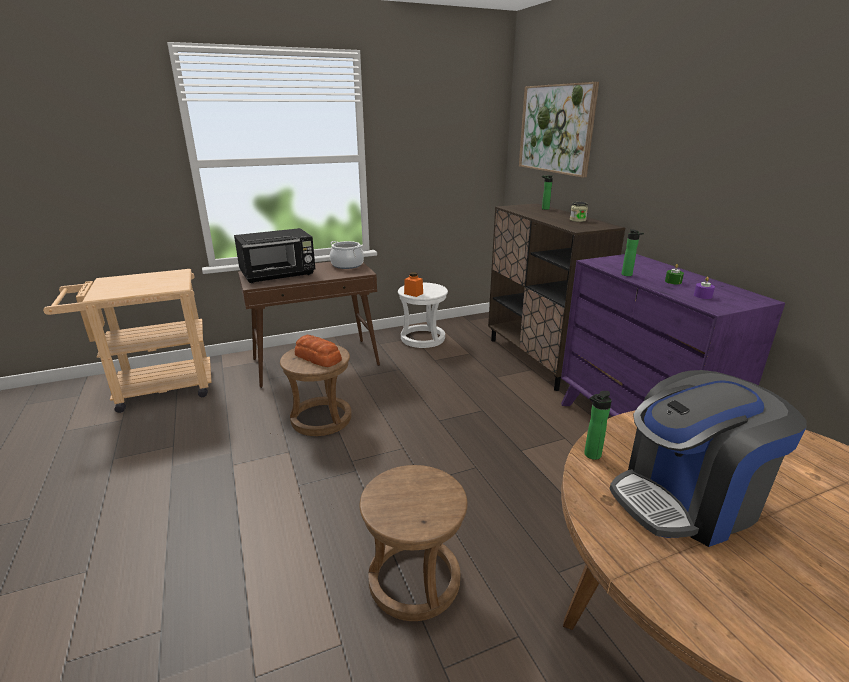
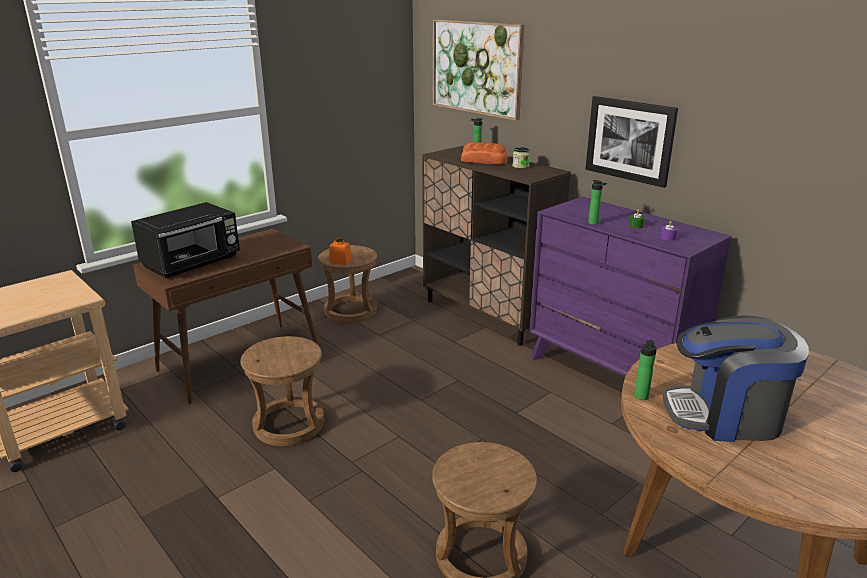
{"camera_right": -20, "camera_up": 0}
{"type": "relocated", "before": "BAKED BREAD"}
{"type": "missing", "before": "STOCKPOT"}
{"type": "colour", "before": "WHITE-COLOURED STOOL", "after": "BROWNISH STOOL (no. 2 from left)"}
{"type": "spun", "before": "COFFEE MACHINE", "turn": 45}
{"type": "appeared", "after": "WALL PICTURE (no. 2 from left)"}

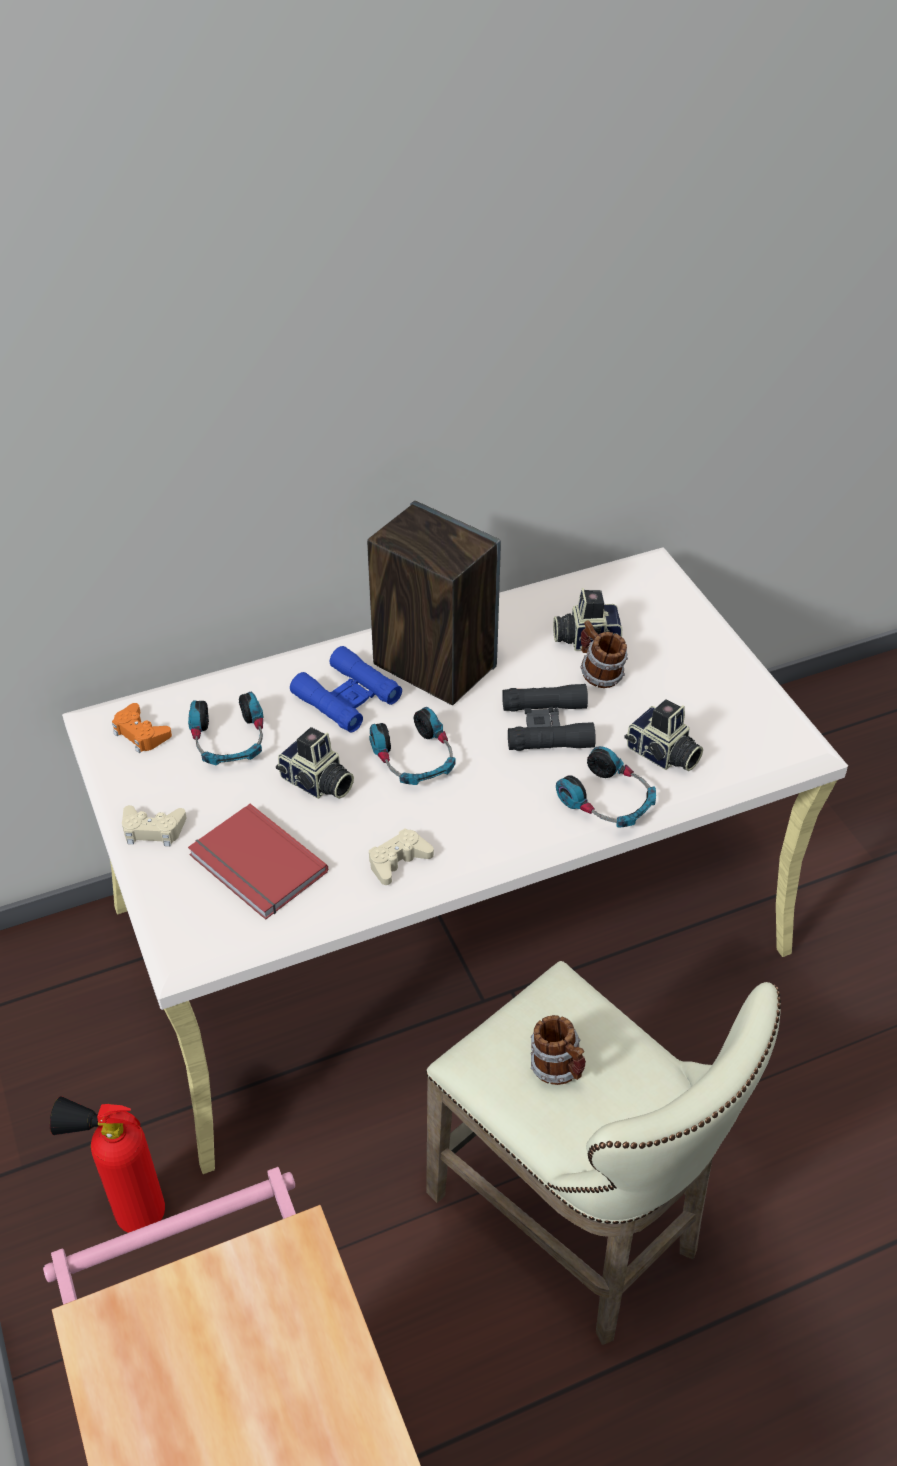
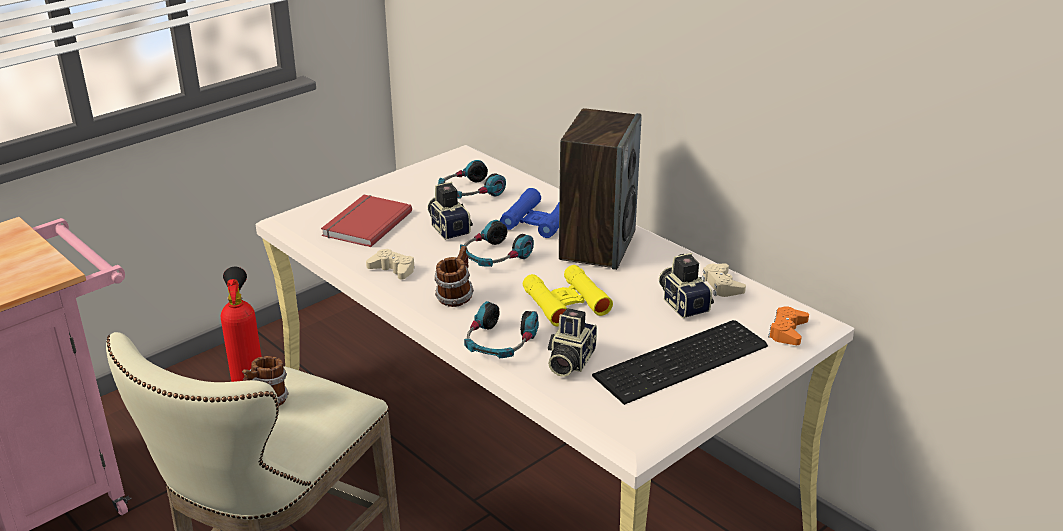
{"camera_right": 70, "camera_up": -15}
{"type": "relocated", "before": "ORANGE-COLOURED GAMEPAD"}
{"type": "relocated", "before": "SAND-COLOURED GAMEPAD (no. 1 from left in the first image)", "after": "SAND-COLOURED GAMEPAD (no. 2 from left)"}
{"type": "spun", "before": "STILL CAMERA (no. 1 from left)", "turn": 135}
{"type": "colour", "before": "BLACKISH FIELD GLASSES", "after": "YELLOW-COLOURED FIELD GLASSES"}
{"type": "relocated", "before": "TEA MUG (no. 2 from left)"}
{"type": "appeared", "after": "COMPUTER KEYBOARD"}

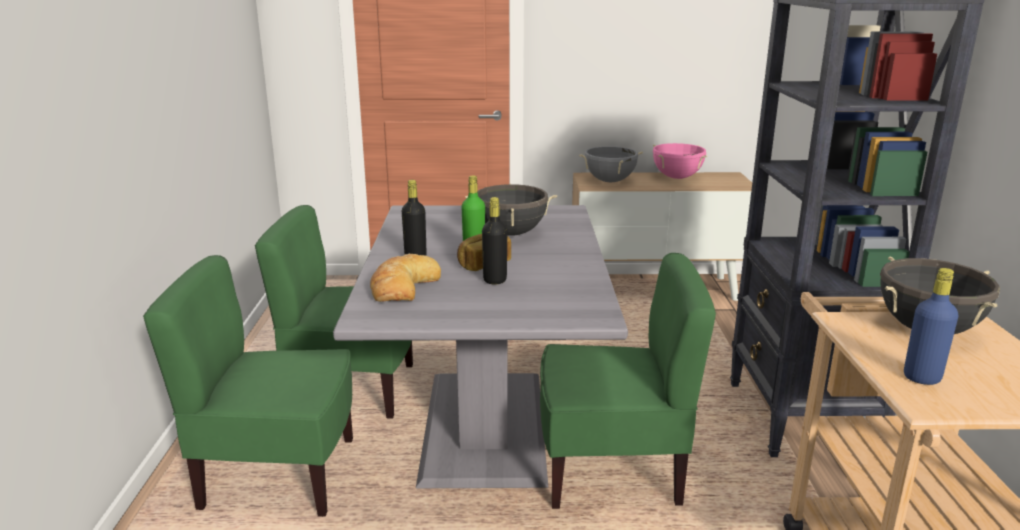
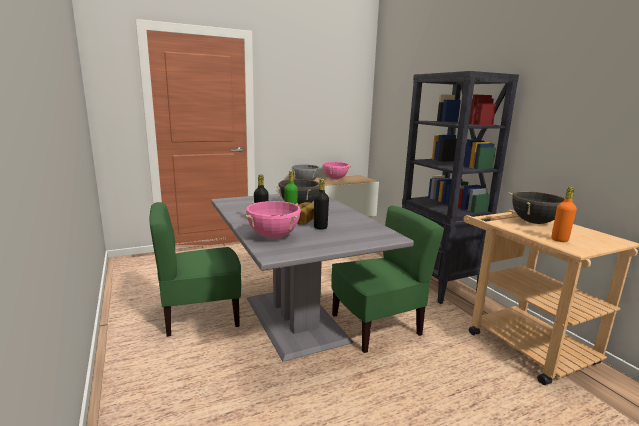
{"camera_right": -25, "camera_up": -5}
{"type": "missing", "before": "GREEN UPRIGHT CHAIR (no. 1 from left)"}
{"type": "exchanged", "before": "BAKED BREAD (no. 1 from left)", "after": "PINKISH STOCKPOT (no. 1 from left)"}
{"type": "colour", "before": "BLUISH BOTTLE", "after": "ORANGE-COLOURED BOTTLE"}

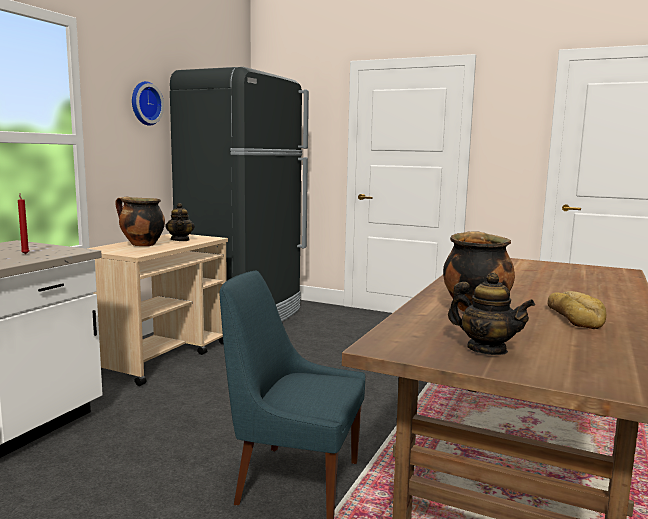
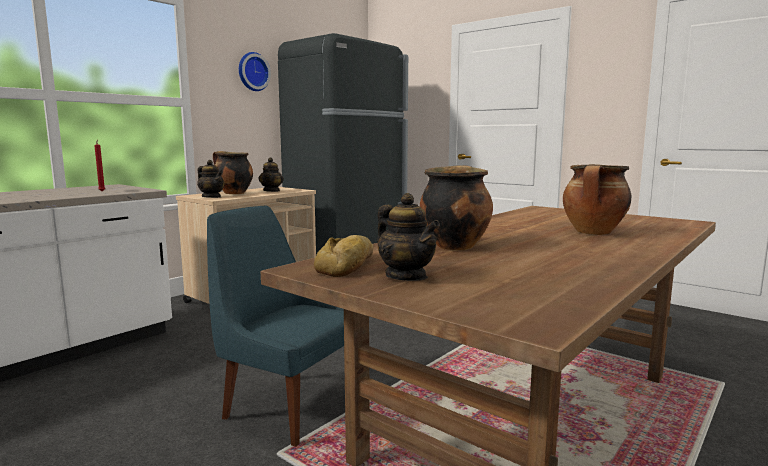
{"camera_right": 15, "camera_up": 0}
{"type": "relocated", "before": "BAKED BREAD"}
{"type": "appeared", "after": "TEAPOT (no. 1 from left)"}
{"type": "appeared", "after": "STOCKPOT (no. 3 from left)"}

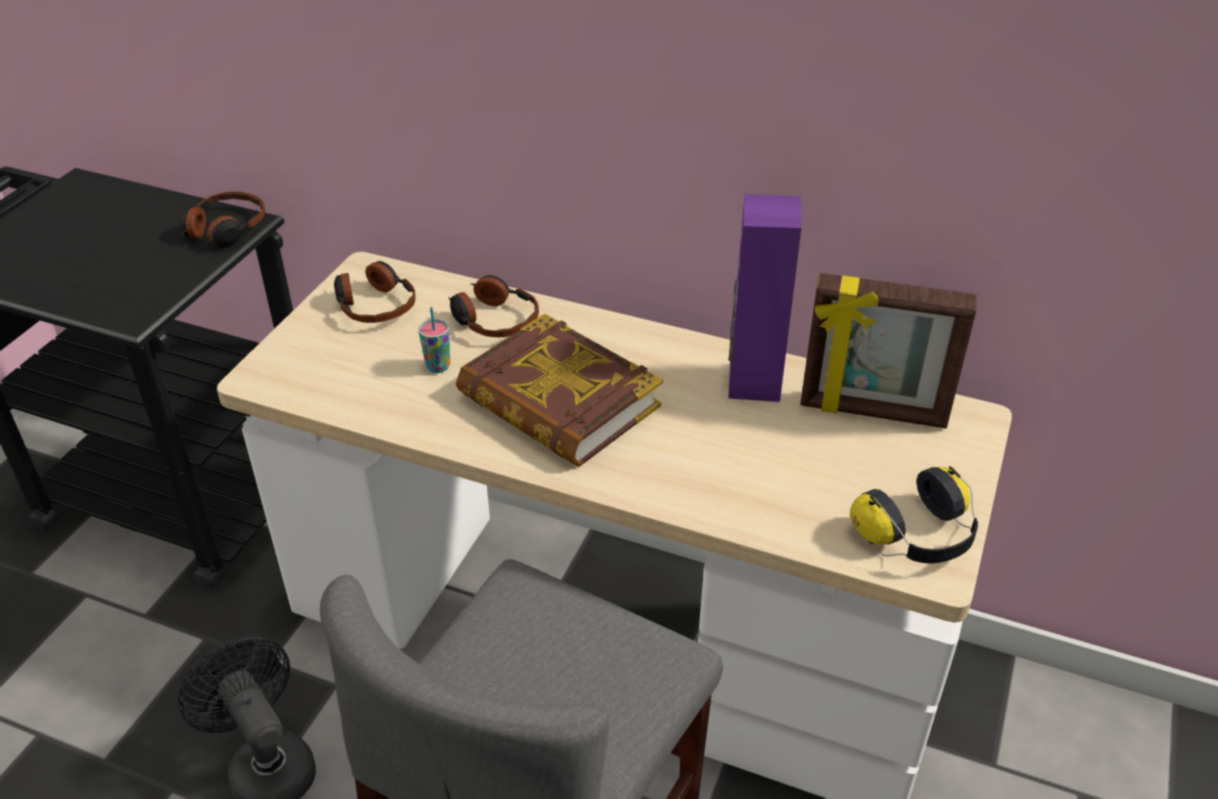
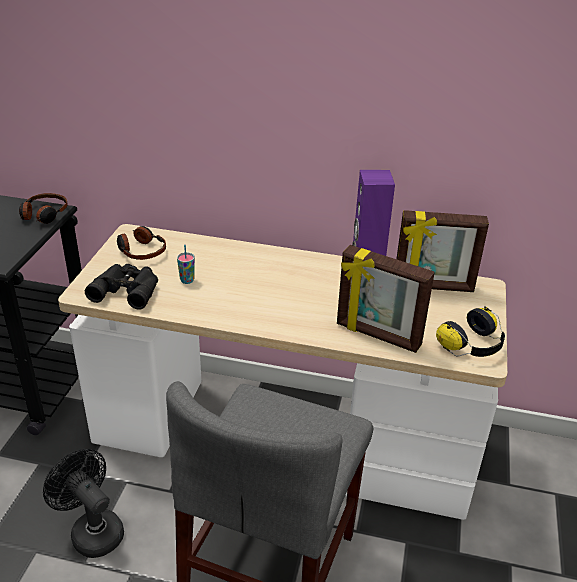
{"camera_right": -10, "camera_up": -5}
{"type": "missing", "before": "PAIR OF HEADPHONES (no. 3 from left)"}
{"type": "missing", "before": "BOOK"}
{"type": "appeared", "after": "BLACKISH FIELD GLASSES"}
{"type": "appeared", "after": "PICTURE FRAME (no. 1 from left)"}

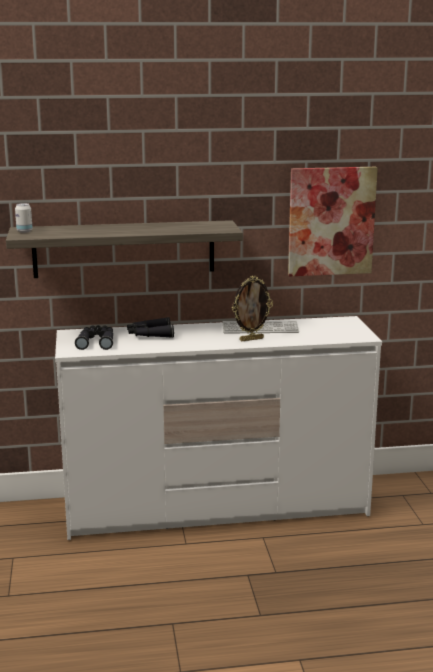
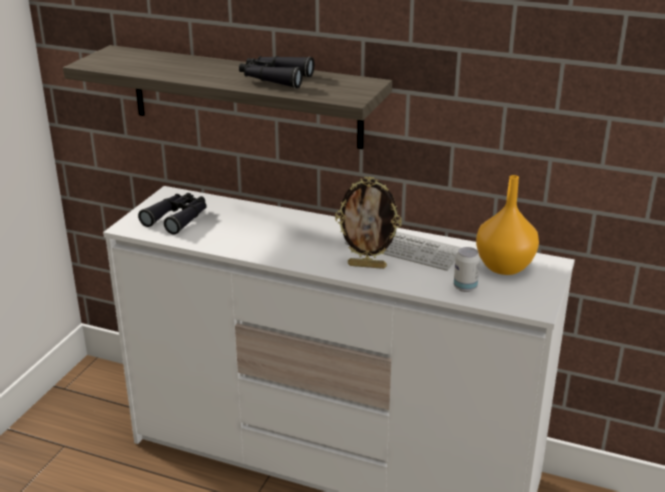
{"camera_right": 30, "camera_up": 10}
{"type": "relocated", "before": "CAN"}
{"type": "relocated", "before": "BLACKISH FIELD GLASSES (no. 2 from left)"}
{"type": "missing", "before": "WALL PICTURE"}
{"type": "appeared", "after": "ORANGE-COLOURED VASE"}

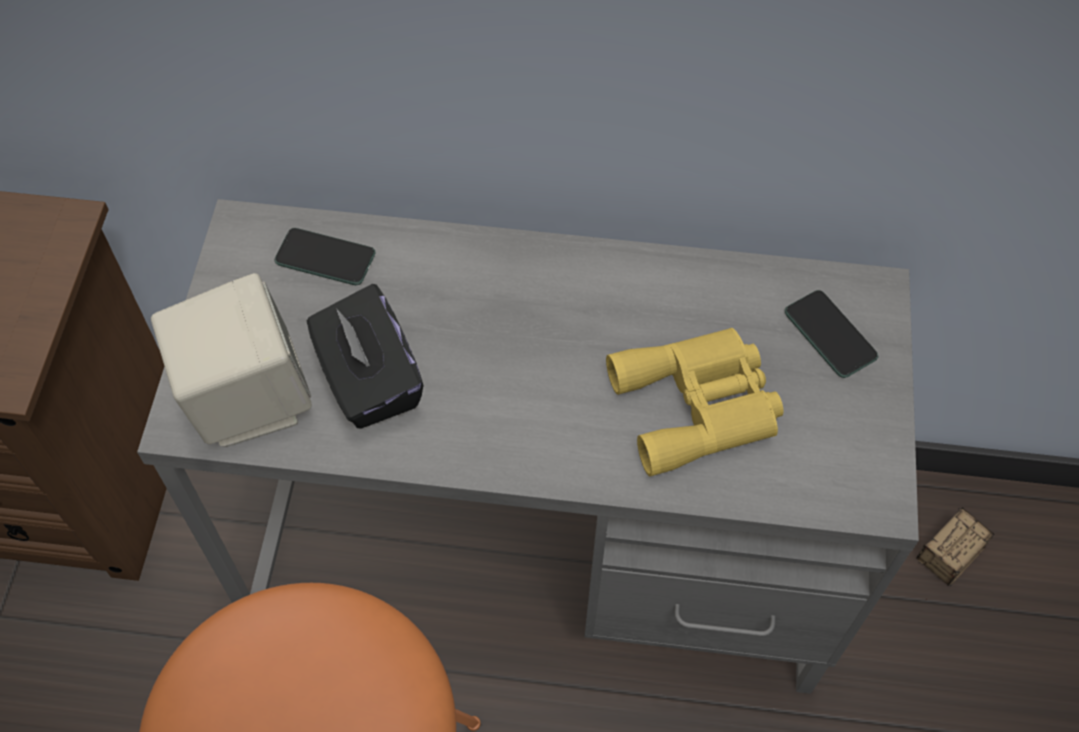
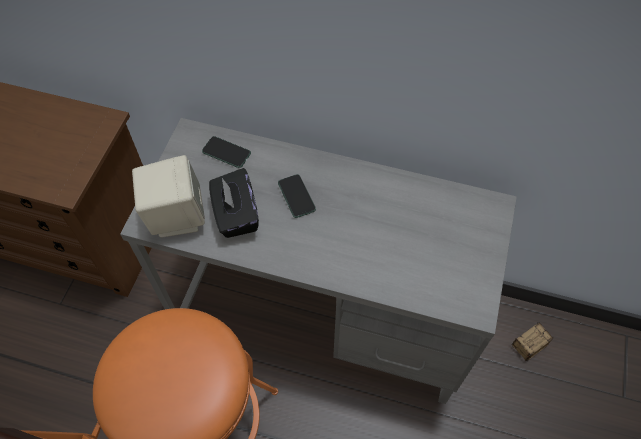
{"camera_right": 10, "camera_up": 0}
{"type": "missing", "before": "YELLOW-COLOURED FIELD GLASSES"}
{"type": "relocated", "before": "TELEPHONE (no. 2 from left)"}

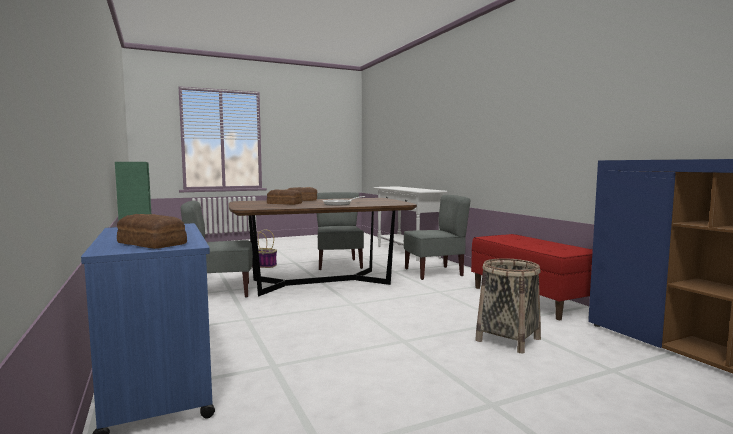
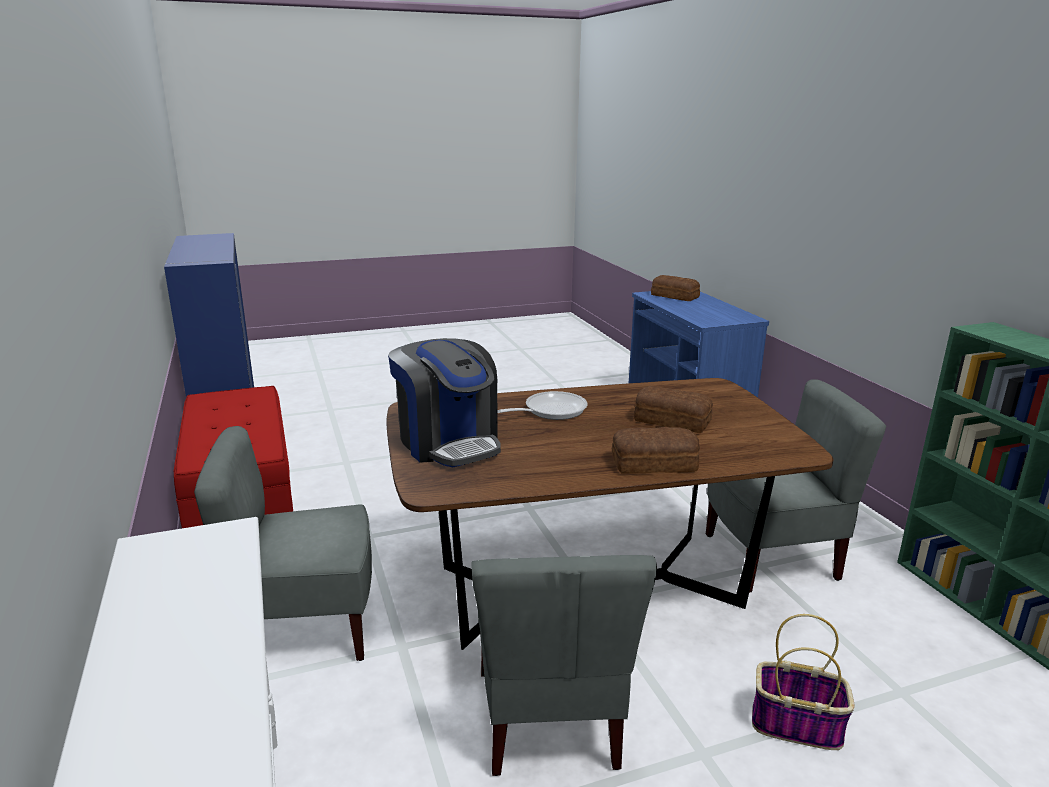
{"camera_right": -175, "camera_up": 15}
{"type": "missing", "before": "BASKET (no. 2 from left)"}
{"type": "appeared", "after": "COFFEE MACHINE"}

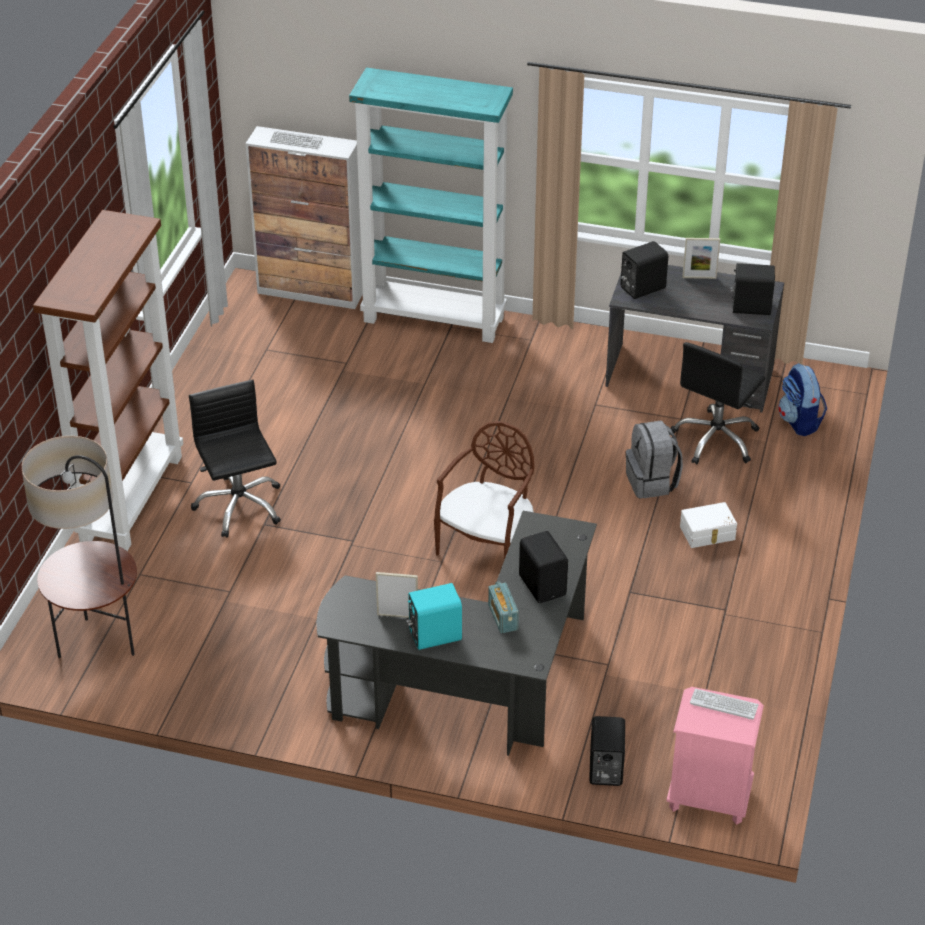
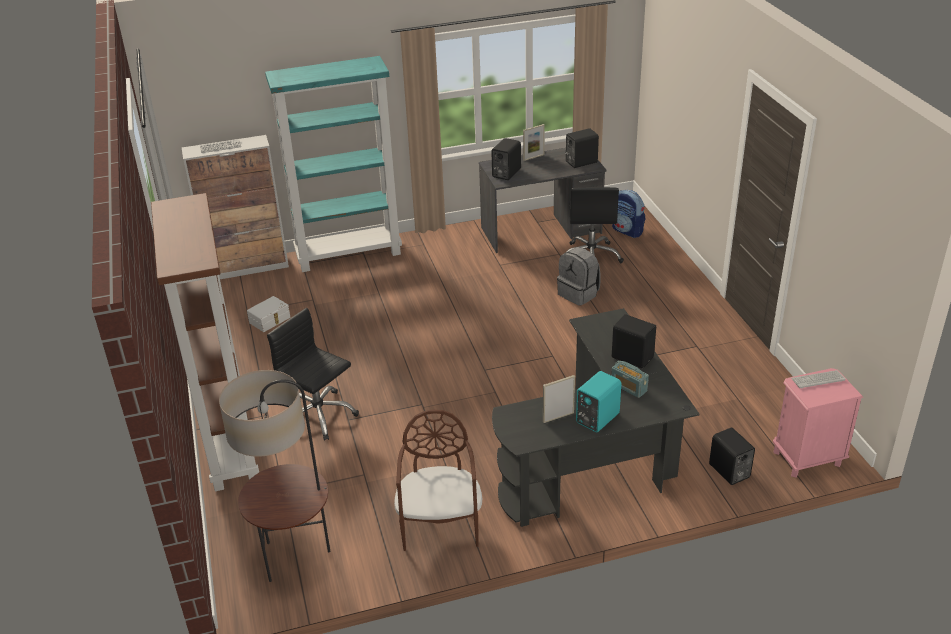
{"camera_right": -30, "camera_up": -5}
{"type": "relocated", "before": "BROWNISH UPRIGHT CHAIR"}
{"type": "relocated", "before": "WHITE-COLOURED STORAGE BIN"}

